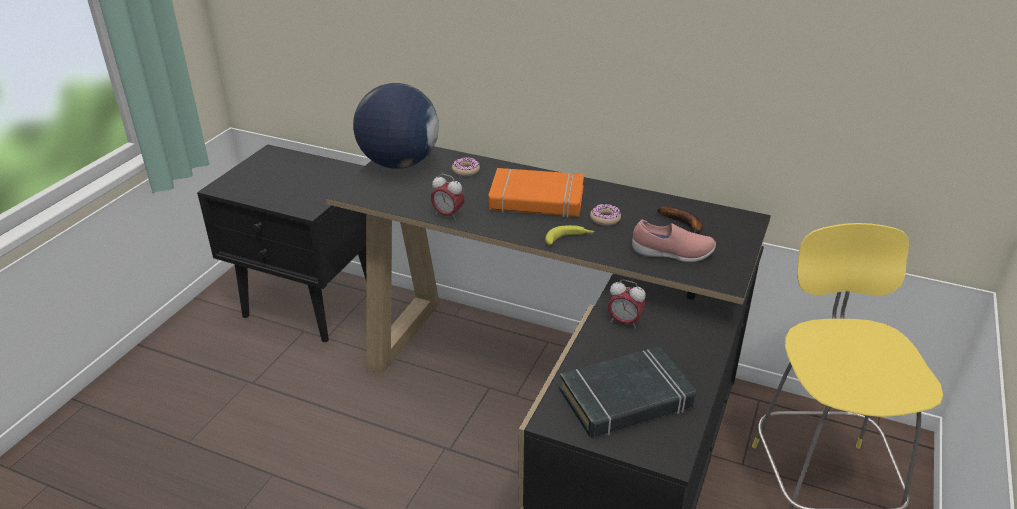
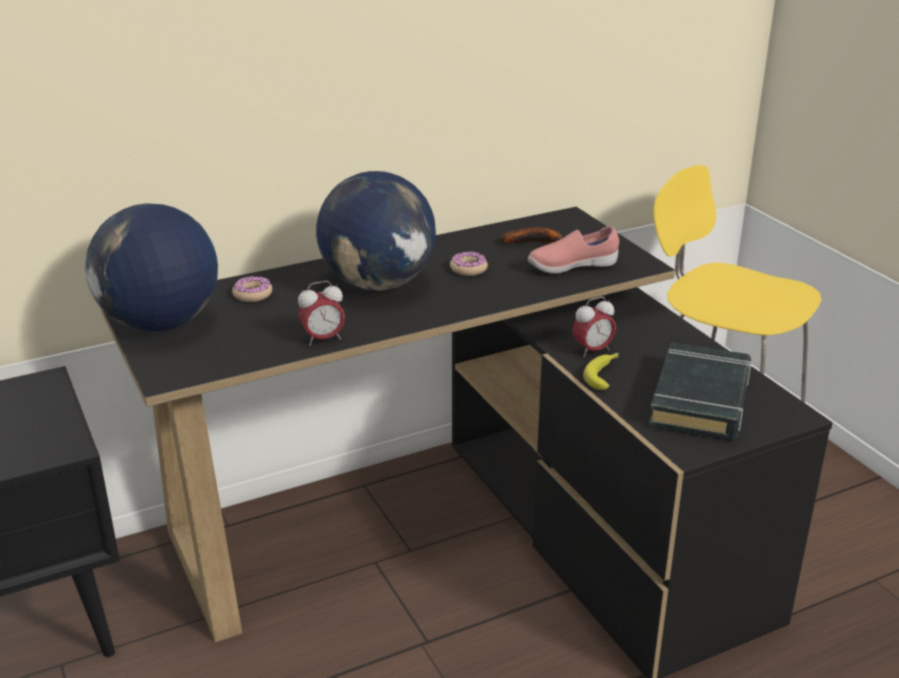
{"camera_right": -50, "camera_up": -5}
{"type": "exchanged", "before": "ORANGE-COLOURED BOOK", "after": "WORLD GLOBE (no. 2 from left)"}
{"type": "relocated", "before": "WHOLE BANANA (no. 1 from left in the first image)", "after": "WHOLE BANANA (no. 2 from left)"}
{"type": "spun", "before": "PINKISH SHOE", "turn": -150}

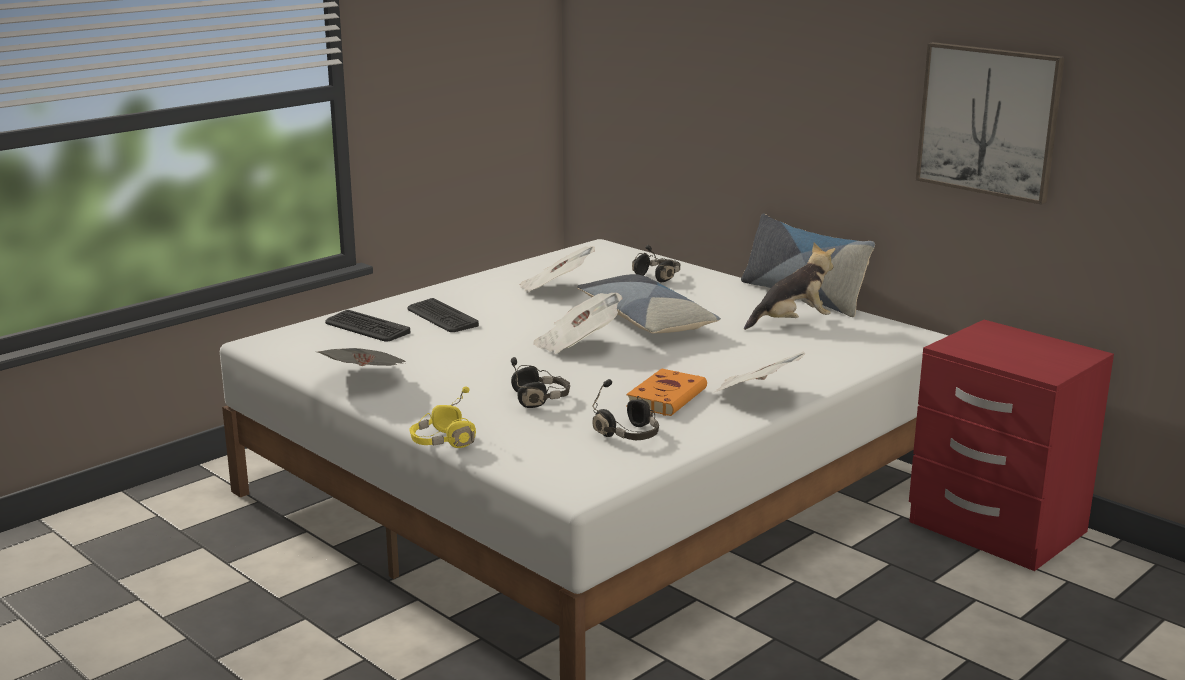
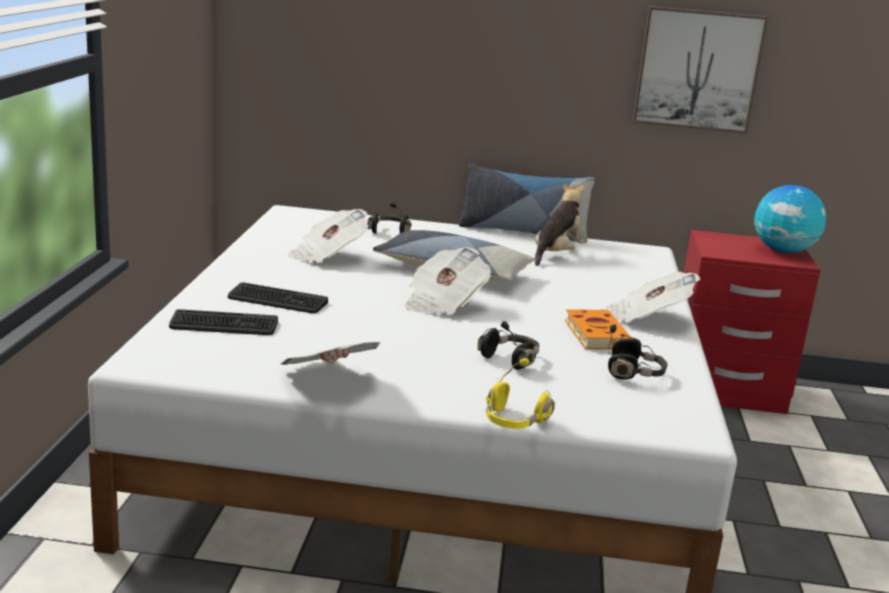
{"camera_right": -40, "camera_up": 0}
{"type": "appeared", "after": "WORLD GLOBE"}

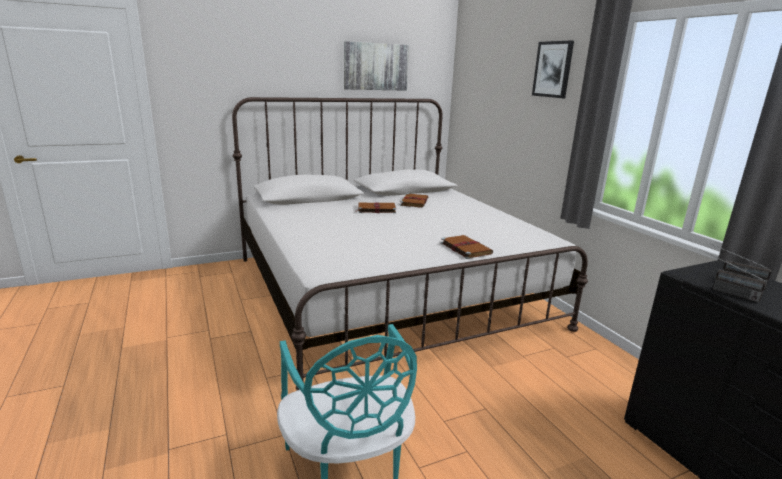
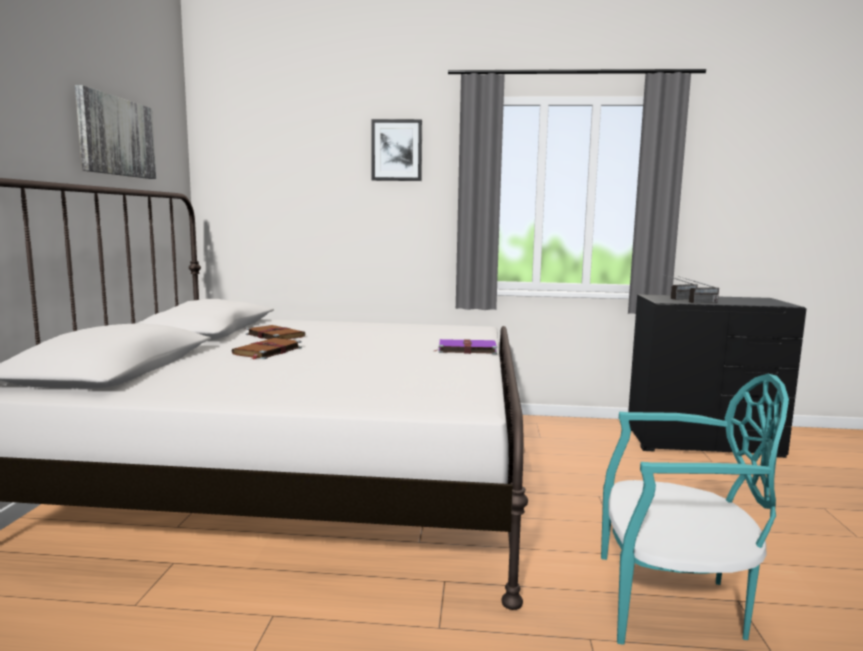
{"camera_right": -60, "camera_up": -10}
{"type": "colour", "before": "BROWNISH BOOK (no. 3 from left)", "after": "PURPLE BOOK"}

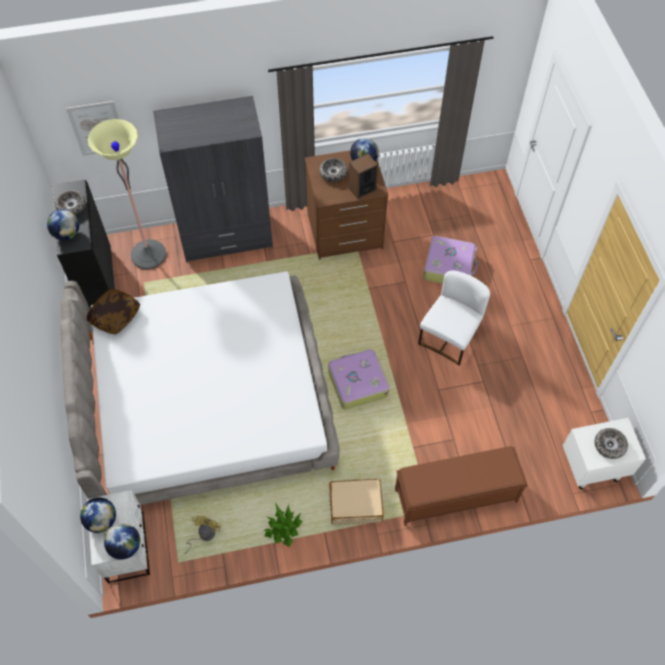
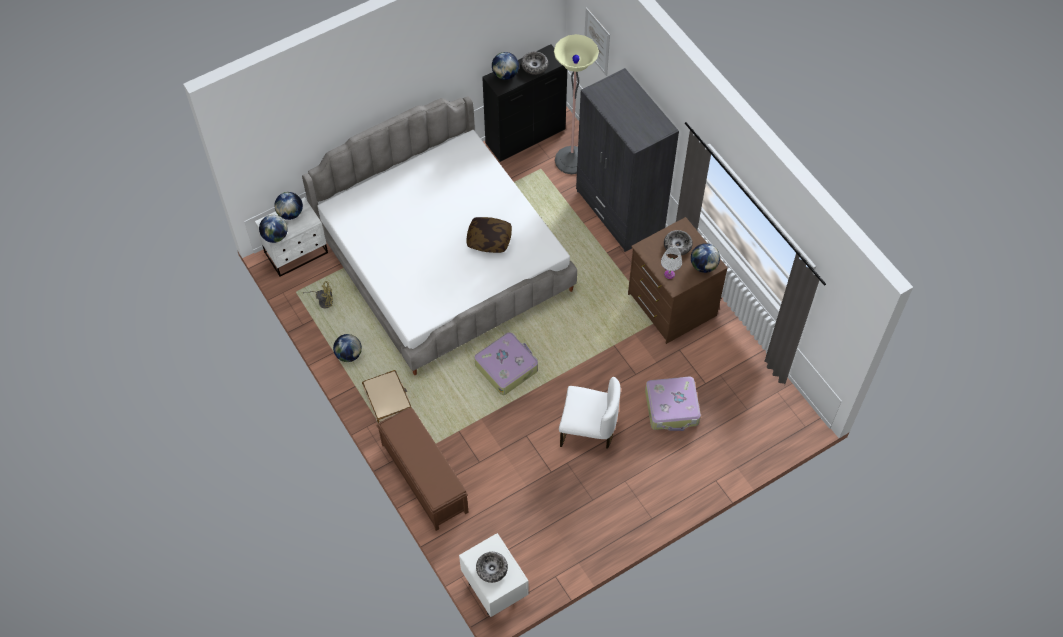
{"camera_right": 70, "camera_up": 0}
{"type": "relocated", "before": "CUSHION"}
{"type": "exchanged", "before": "PLANT IN A POT", "after": "WORLD GLOBE (no. 3 from left)"}
{"type": "exchanged", "before": "AUDIO SPEAKER", "after": "WHITE-COLOURED LAMP FOR A TABLE"}

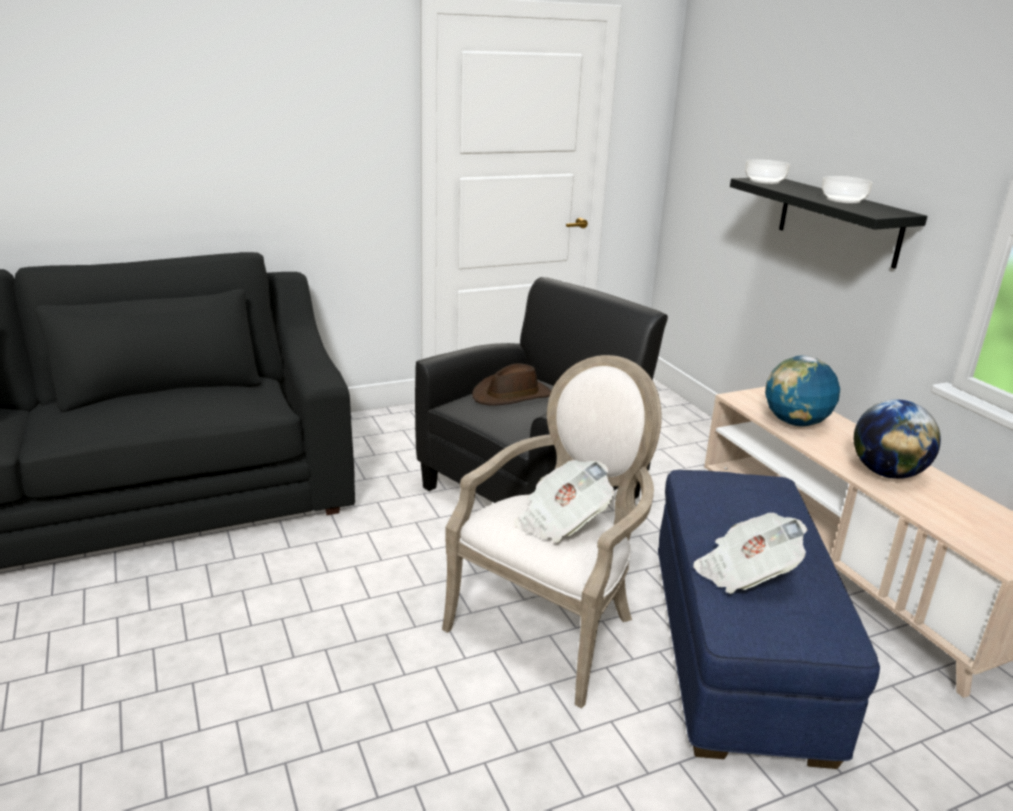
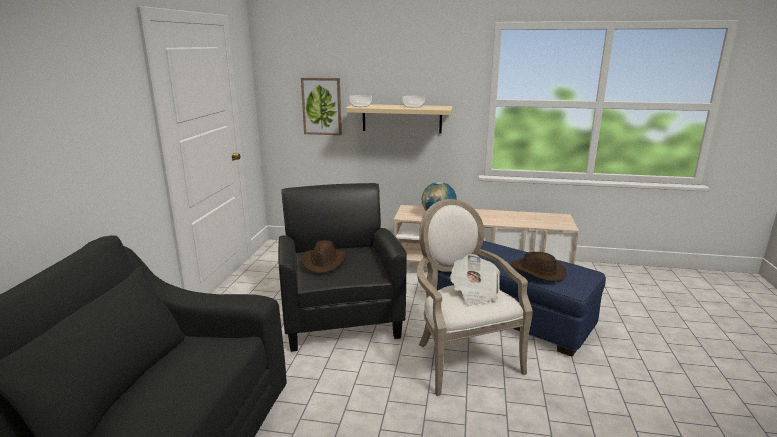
{"camera_right": -55, "camera_up": -5}
{"type": "exchanged", "before": "PRINTED PAPER (no. 2 from left)", "after": "BROWNISH WEARABLE HAT (no. 2 from left)"}
{"type": "colour", "before": "BLACKISH SHELF", "after": "SAND-COLOURED SHELF"}
{"type": "missing", "before": "WORLD GLOBE (no. 2 from left)"}
{"type": "appeared", "after": "WALL PICTURE"}

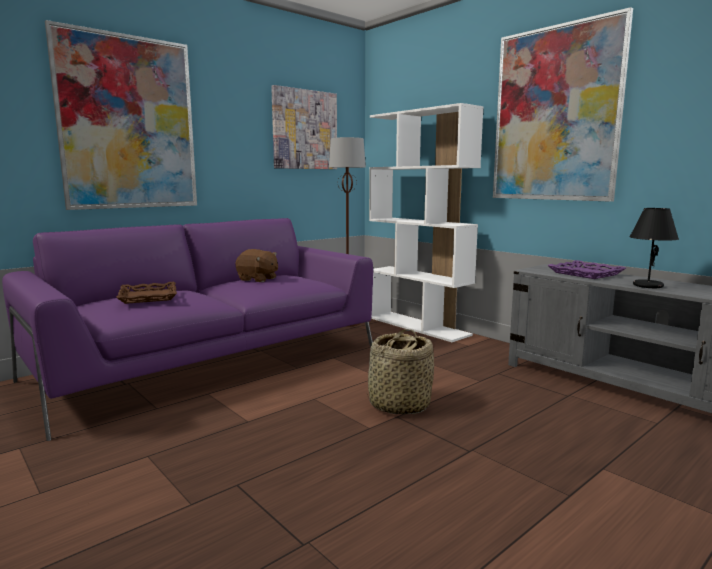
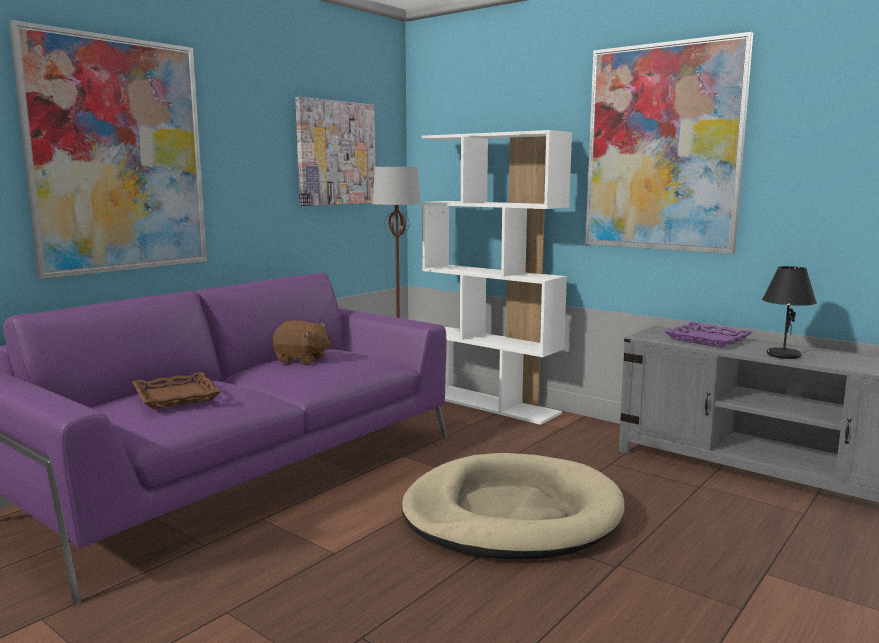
{"camera_right": -10, "camera_up": 0}
{"type": "exchanged", "before": "BASKET", "after": "SAND-COLOURED PET BED"}

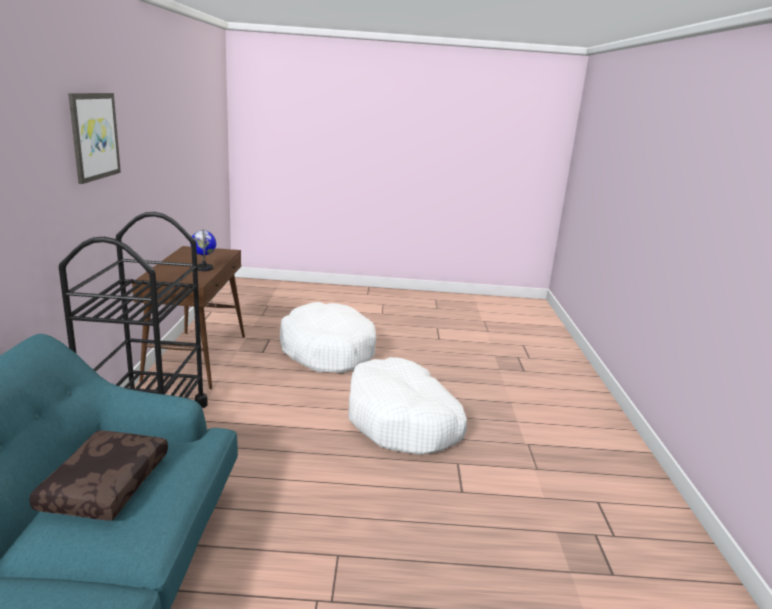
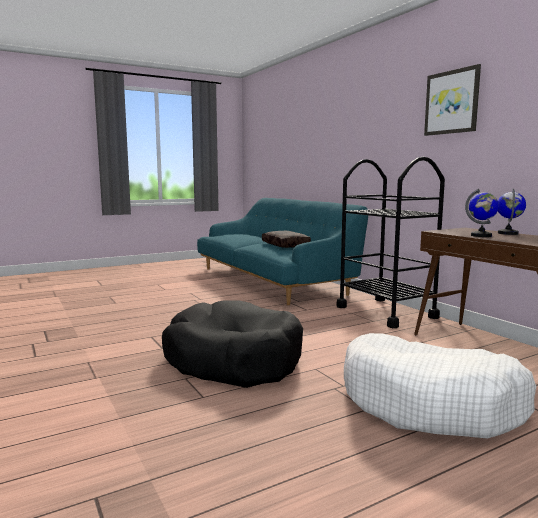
{"camera_right": 150, "camera_up": -10}
{"type": "colour", "before": "WHITE-COLOURED PET BED (no. 2 from left)", "after": "BLACKISH PET BED"}
{"type": "appeared", "after": "WORLD GLOBE (no. 2 from left)"}

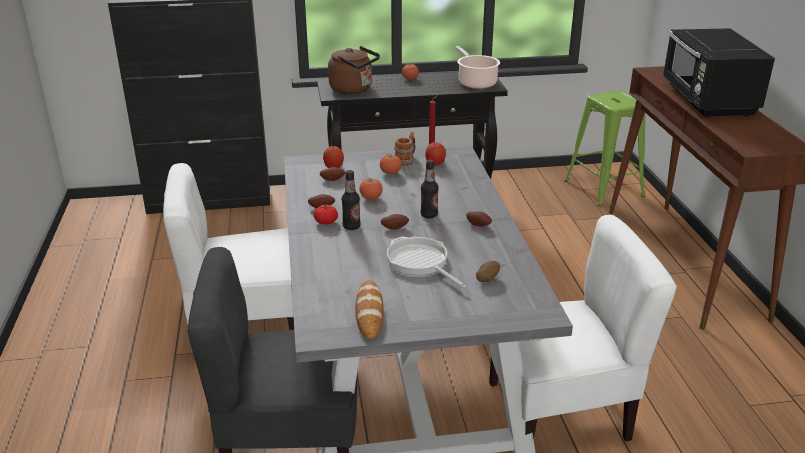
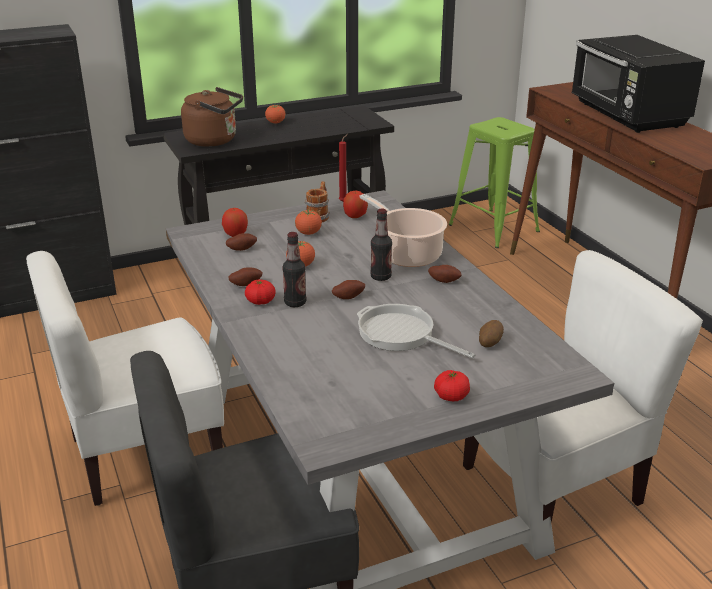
{"camera_right": -15, "camera_up": 0}
{"type": "missing", "before": "BAKED BREAD"}
{"type": "relocated", "before": "STOCKPOT"}
{"type": "appeared", "after": "WHOLE TOMATO (no. 5 from left)"}

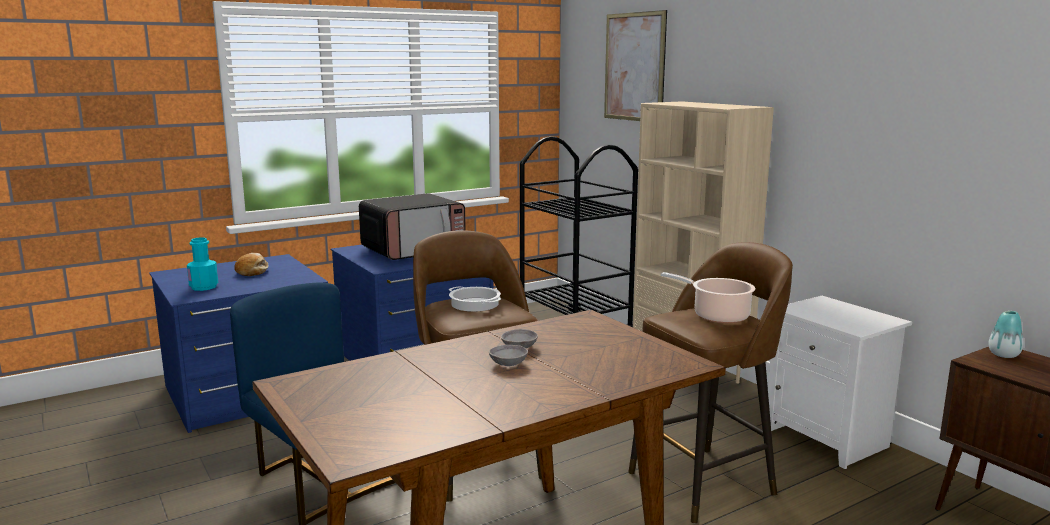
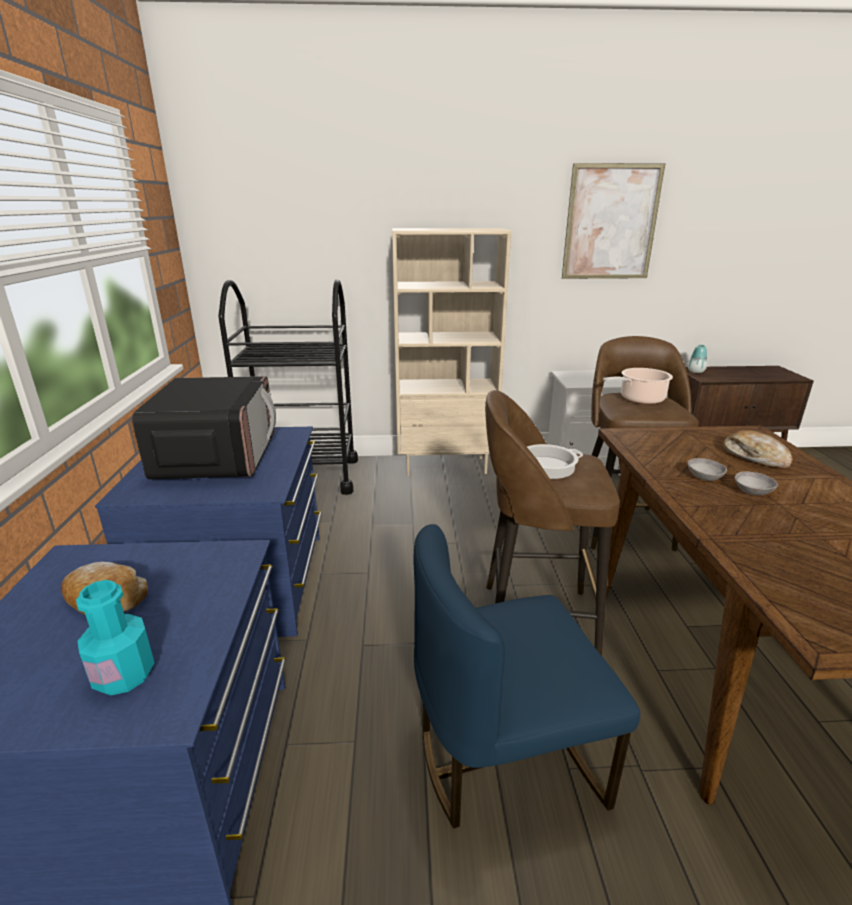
{"camera_right": -60, "camera_up": 10}
{"type": "relocated", "before": "WALL PICTURE"}
{"type": "appeared", "after": "BAKED BREAD (no. 2 from left)"}

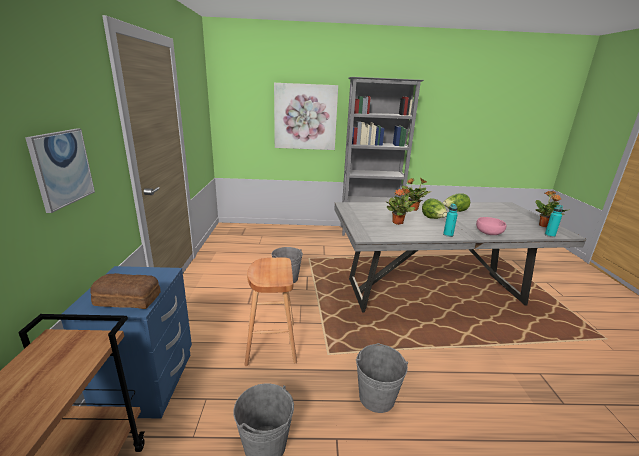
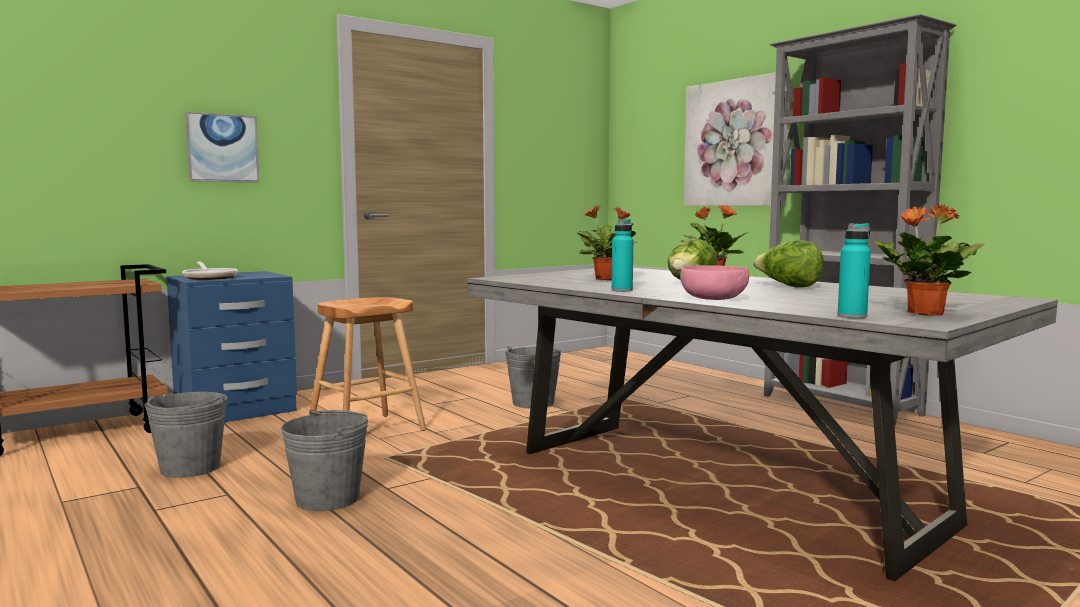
{"camera_right": 55, "camera_up": -15}
{"type": "exchanged", "before": "BAKED BREAD", "after": "SKILLET"}

